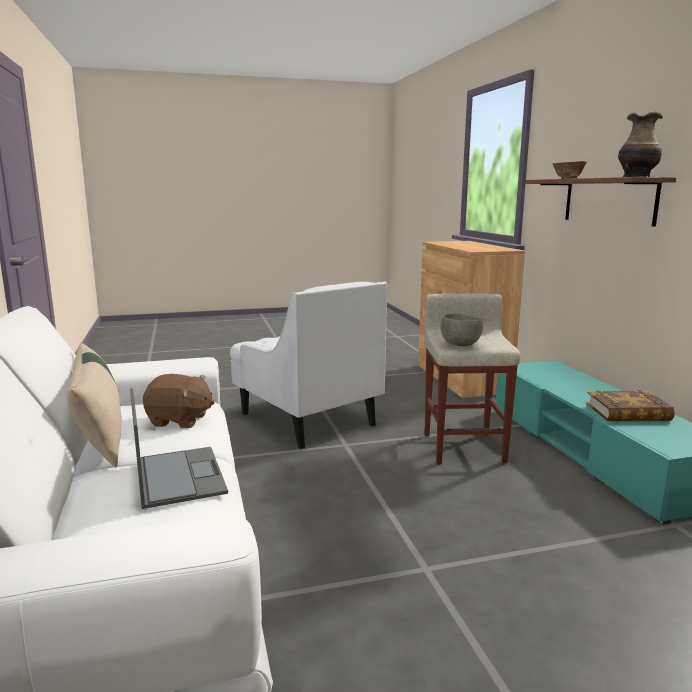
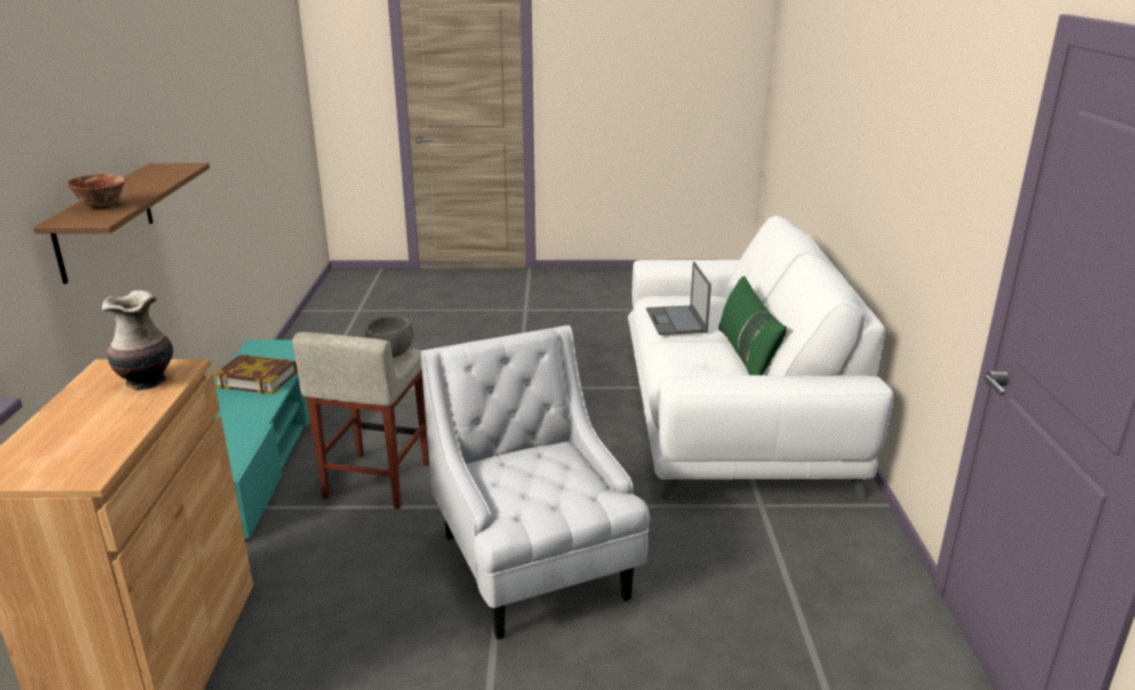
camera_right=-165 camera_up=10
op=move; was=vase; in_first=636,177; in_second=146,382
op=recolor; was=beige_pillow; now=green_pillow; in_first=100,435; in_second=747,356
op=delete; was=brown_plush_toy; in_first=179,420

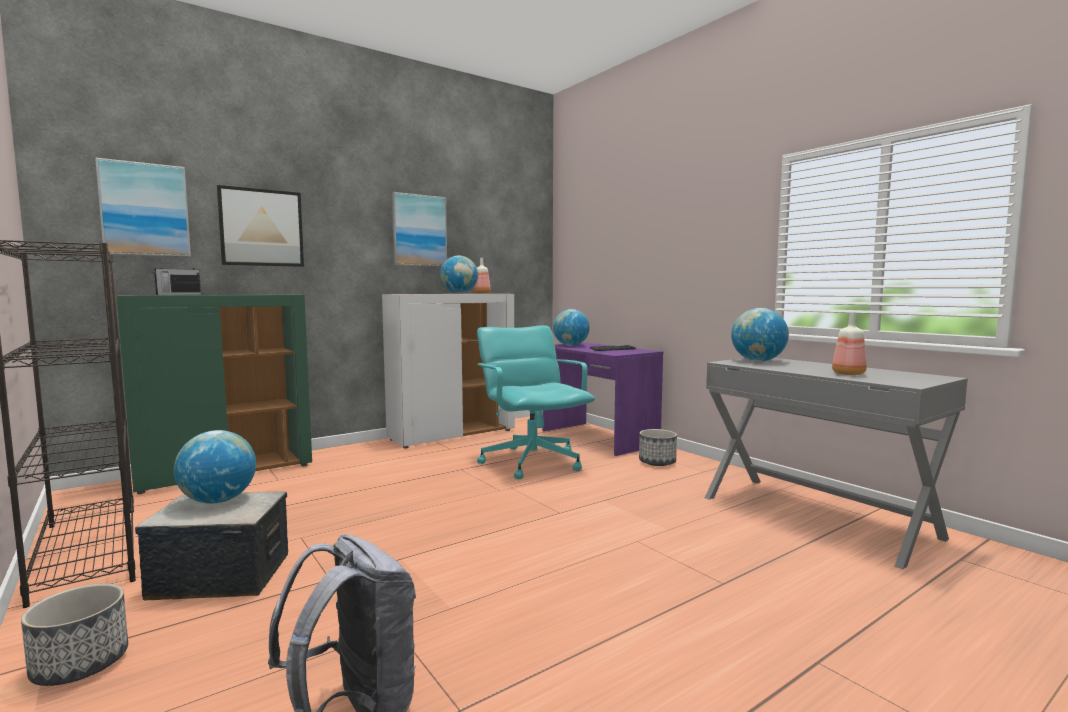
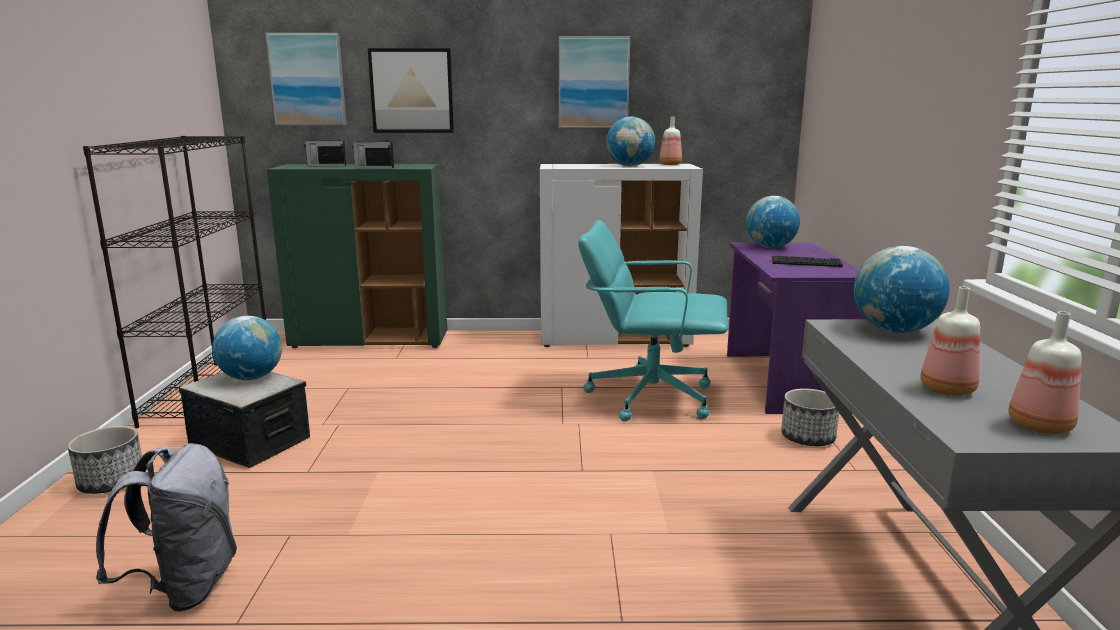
camera_right=35 camera_up=10
op=insert; now=radio; in_second=373,167
op=rotate; was=turquoise_office_chair; in_first=532,462; in_second=649,397; clockwise=-90
op=insert; now=bottle; in_second=1037,426

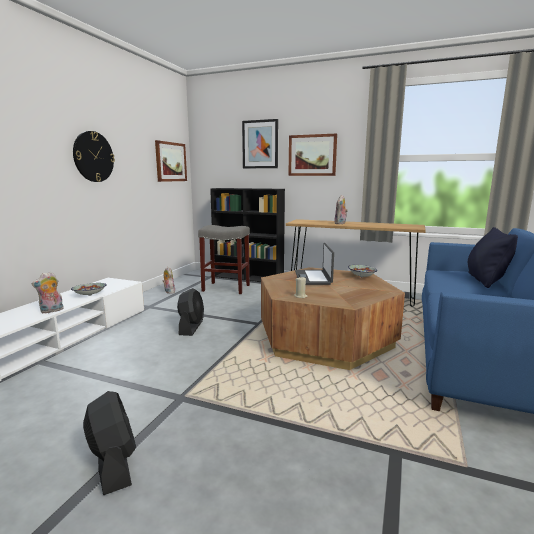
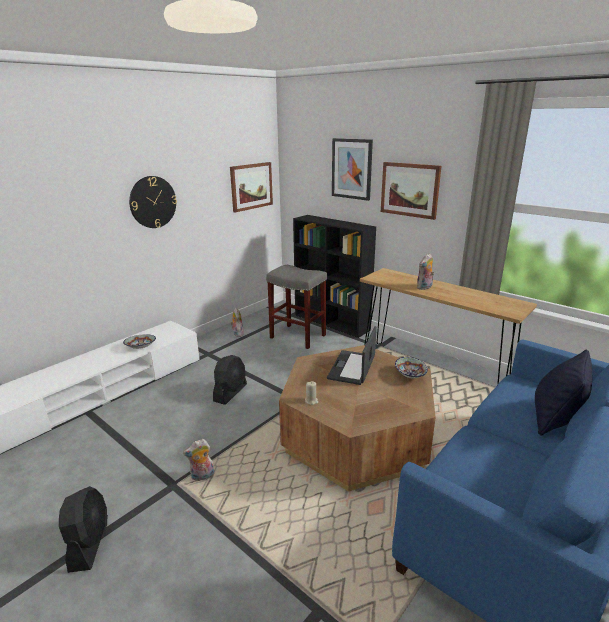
camera_right=20 camera_up=10
op=move; was=plush_toy; in_first=51,311; in_second=202,477

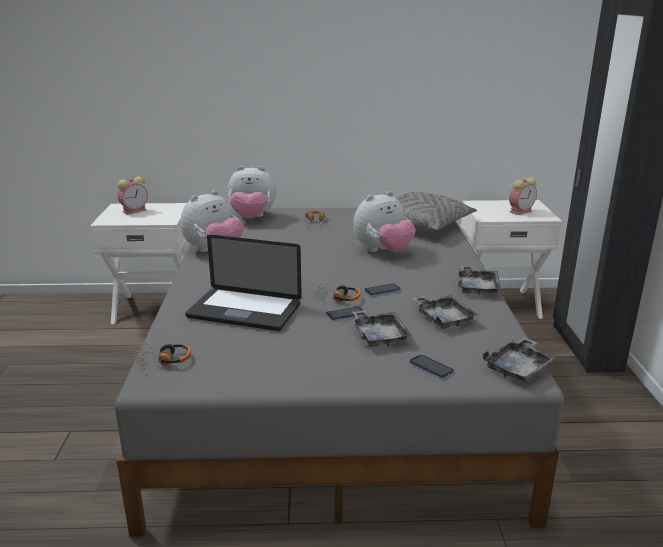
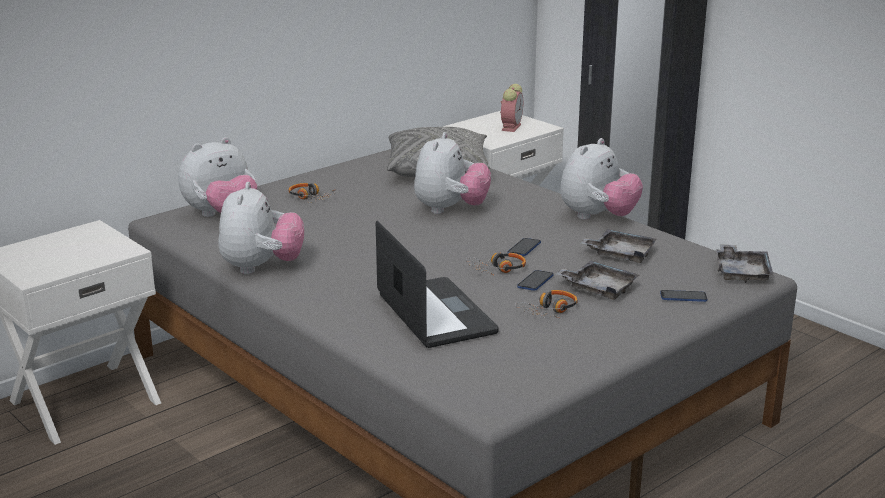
camera_right=-40 camera_up=0
op=rotate; was=laptop; in_first=244,311; in_second=435,314; clockwise=-90
op=move; was=headphones; in_first=163,360; in_second=550,311
op=replace; was=grey_tray; now=plush_toy; in_first=477,287; in_second=598,217
op=delete; was=alarm_clock; in_first=135,210

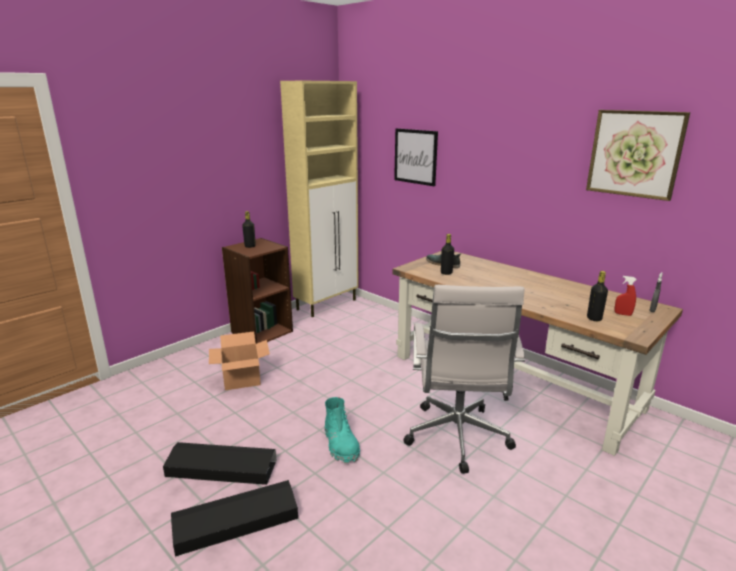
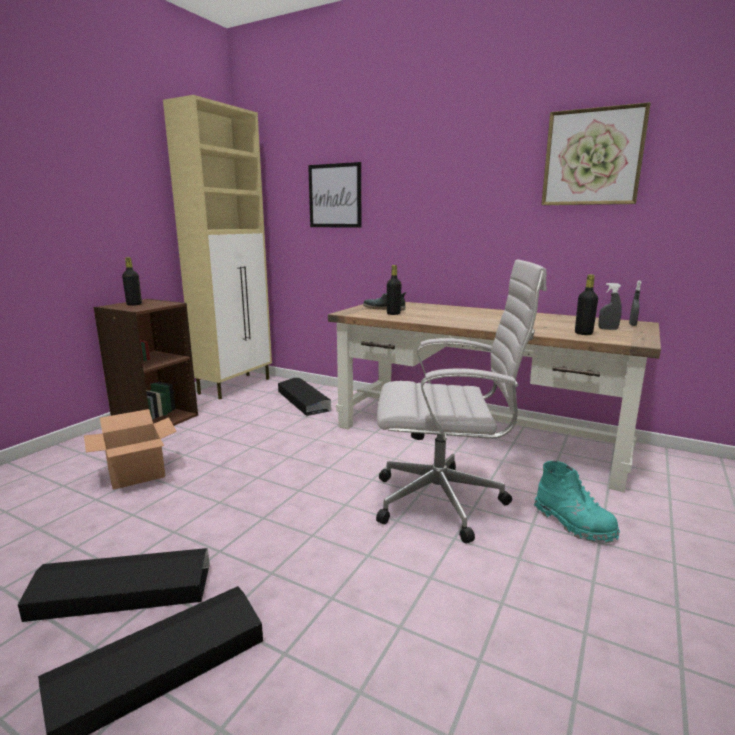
camera_right=-15 camera_up=-5
op=insert; now=black_storage_box; in_second=303,401
op=rotate; was=white_office_chair; in_first=457,439; in_second=445,502; clockwise=-75
op=move; was=turquoise_boot; in_first=341,445; in_second=573,523
op=recolor; was=red_spray_bottle; now=grey_spray_bottle; in_first=623,314; in_second=608,329

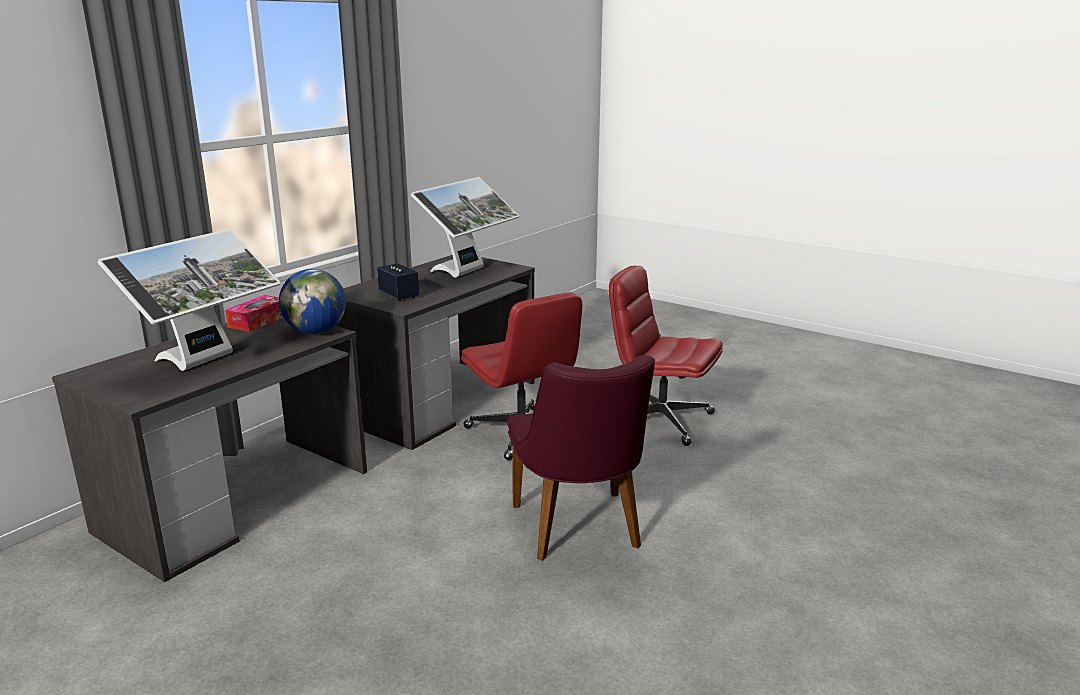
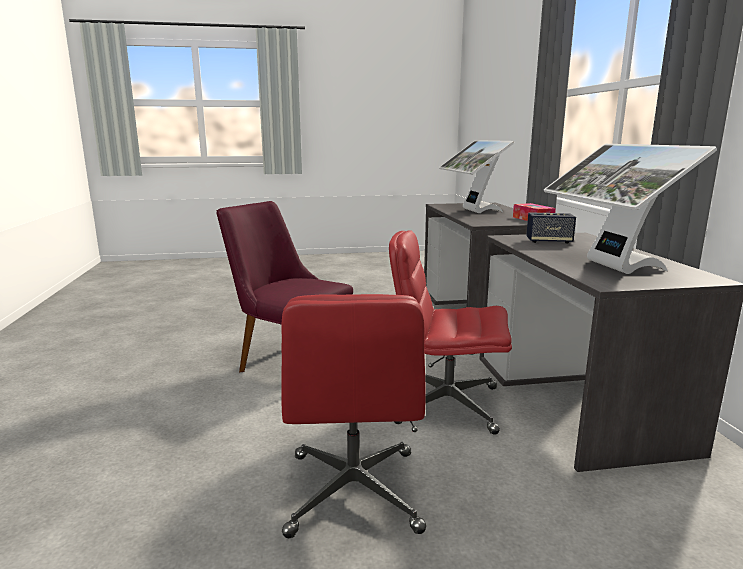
camera_right=135 camera_up=-5
op=rotate; was=red_office_chair; in_first=659,420; in_second=354,493; clockwise=105
op=delete; was=globe; in_first=316,332

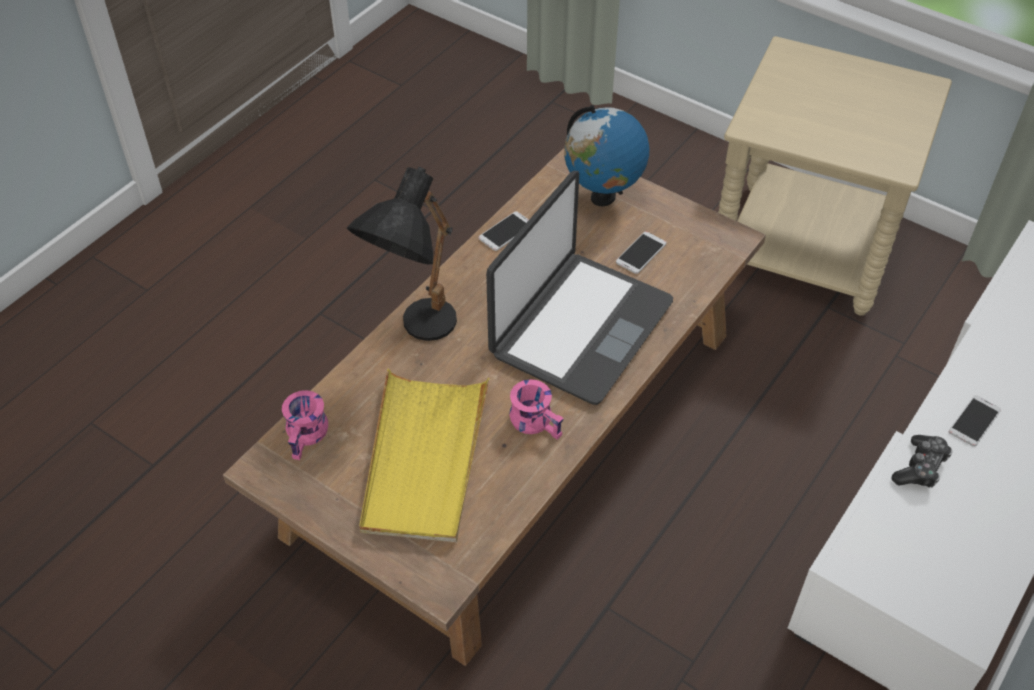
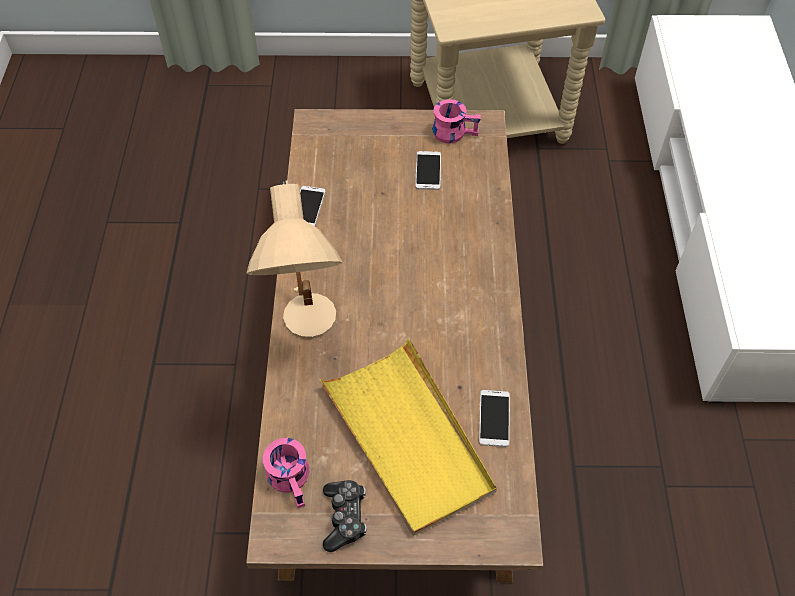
camera_right=-35 camera_up=5
op=recolor; was=black_table_lamp; now=beige_table_lamp; in_first=416,333; in_second=308,334
op=move; was=game_controller; in_first=920,468; in_second=345,517
op=move; was=pink_mug; in_first=537,420; in_second=454,131
op=move; was=phone; in_first=974,421; in_second=494,418
op=delete; was=laptop; in_first=579,328
op=delete; was=globe; in_first=602,197

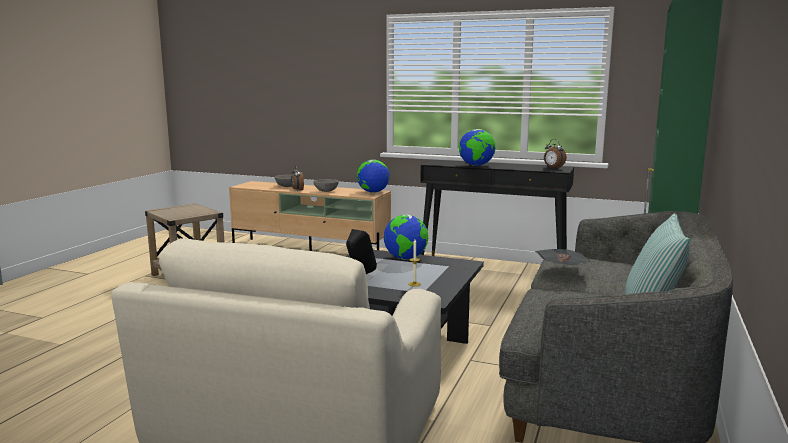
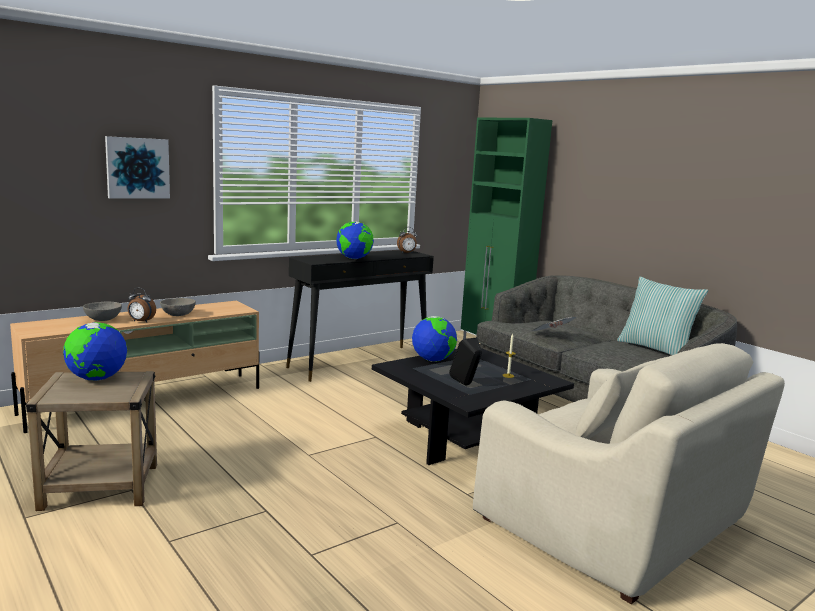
camera_right=-60 camera_up=0
op=move; was=globe; in_first=373,192; in_second=96,379
op=insert; now=picture; in_second=137,168

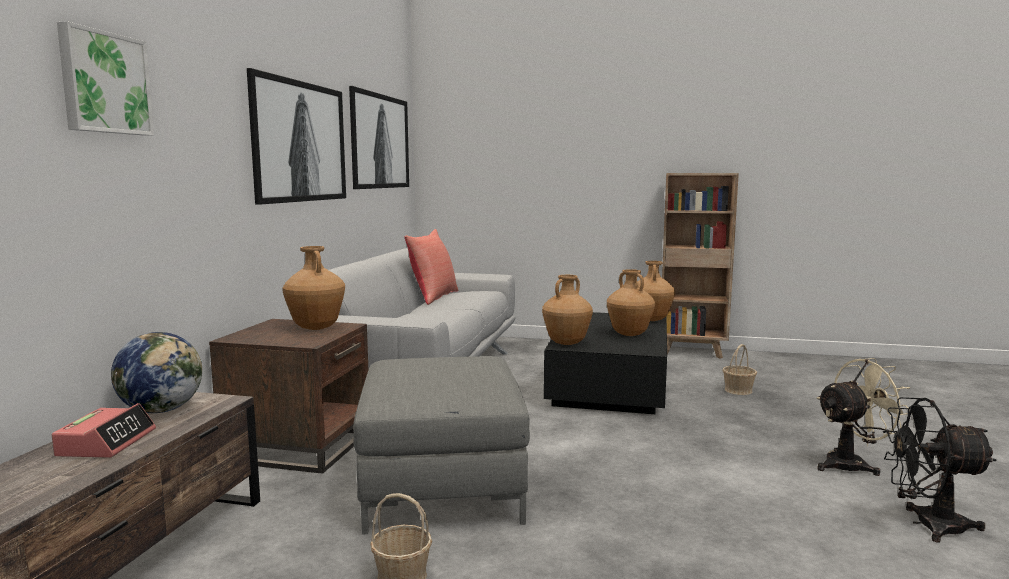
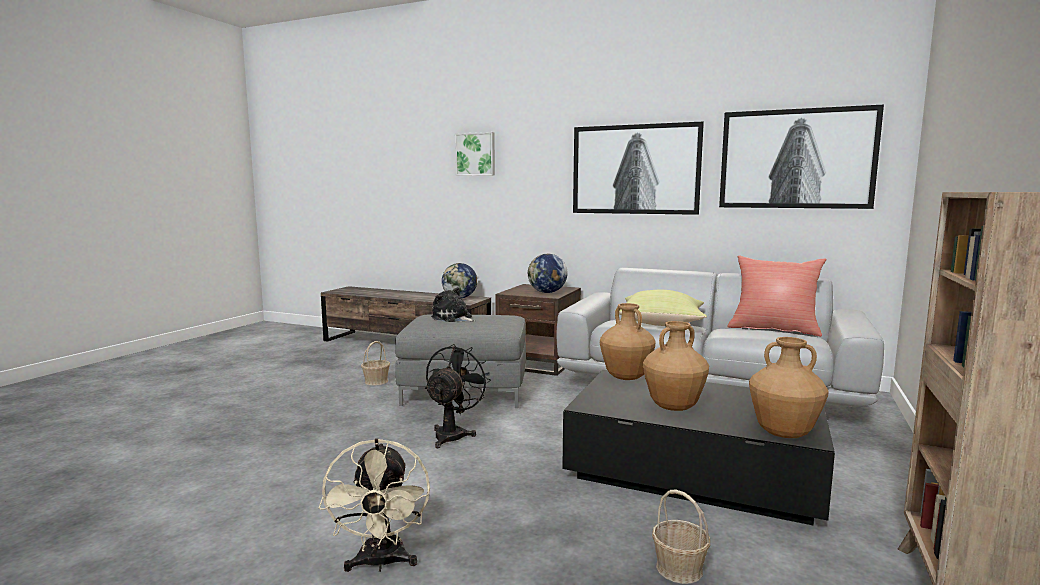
camera_right=100 camera_up=0
op=move; was=black_fan; in_first=927,524; in_second=453,434
op=insert; now=plush_toy; in_second=453,318
op=replace; was=brown_vase; now=globe; in_first=316,328; in_second=547,292
op=insert; now=yellow_pillow; in_second=662,324
op=delete; was=alarm_clock; in_first=107,443

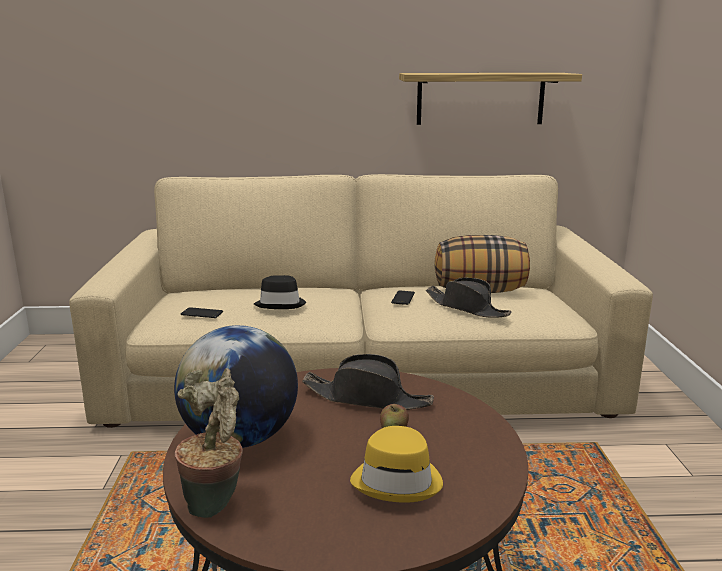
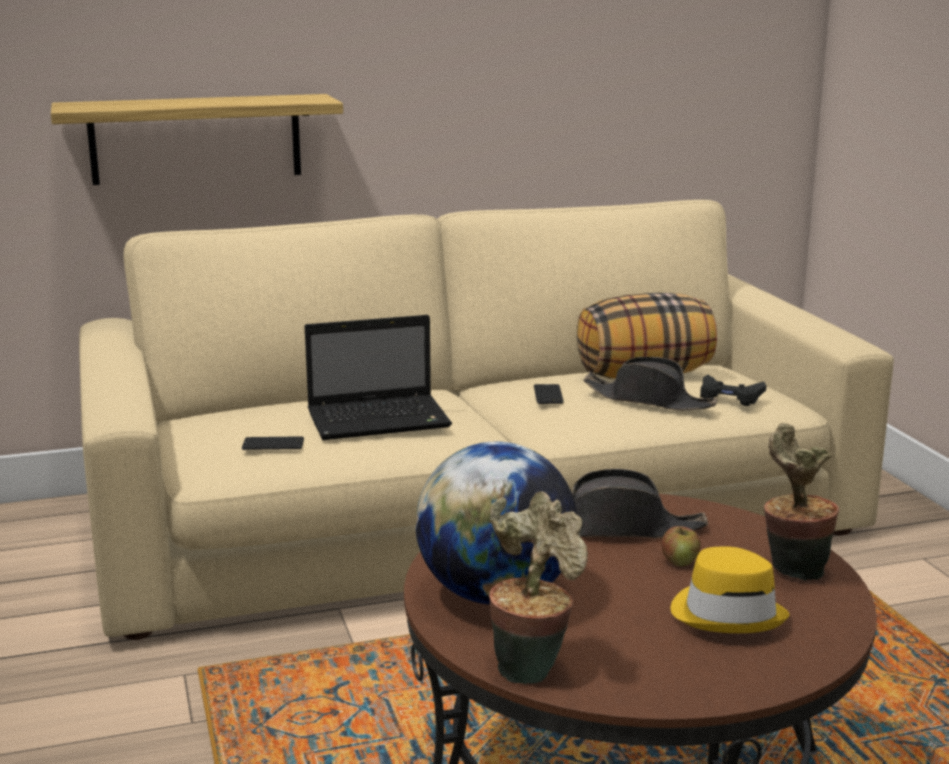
camera_right=-15 camera_up=0
op=move; was=shelf; in_first=480,98; in_second=196,139
op=replace; was=black_hat; now=laptop; in_first=281,304; in_second=381,420
op=insert; now=black_game_controller; in_second=730,396
op=insert; now=potted_plant; in_second=791,570

